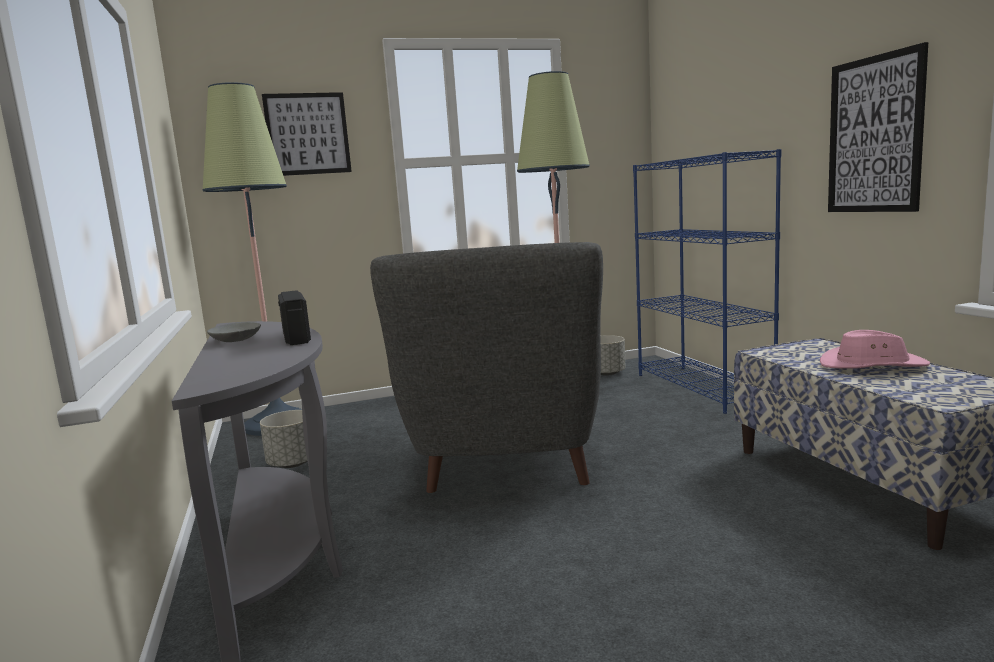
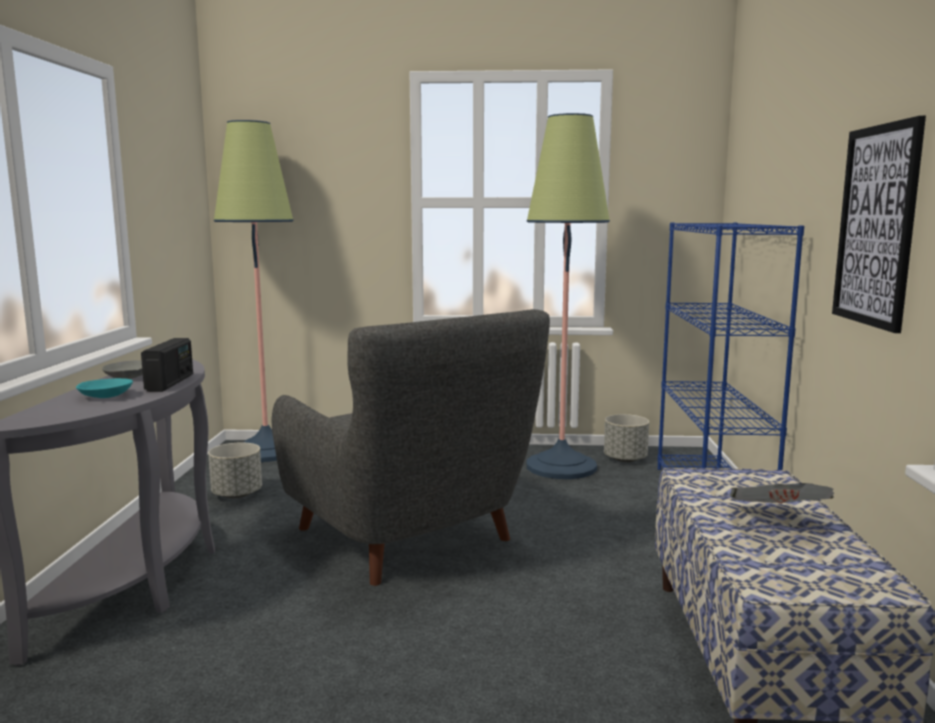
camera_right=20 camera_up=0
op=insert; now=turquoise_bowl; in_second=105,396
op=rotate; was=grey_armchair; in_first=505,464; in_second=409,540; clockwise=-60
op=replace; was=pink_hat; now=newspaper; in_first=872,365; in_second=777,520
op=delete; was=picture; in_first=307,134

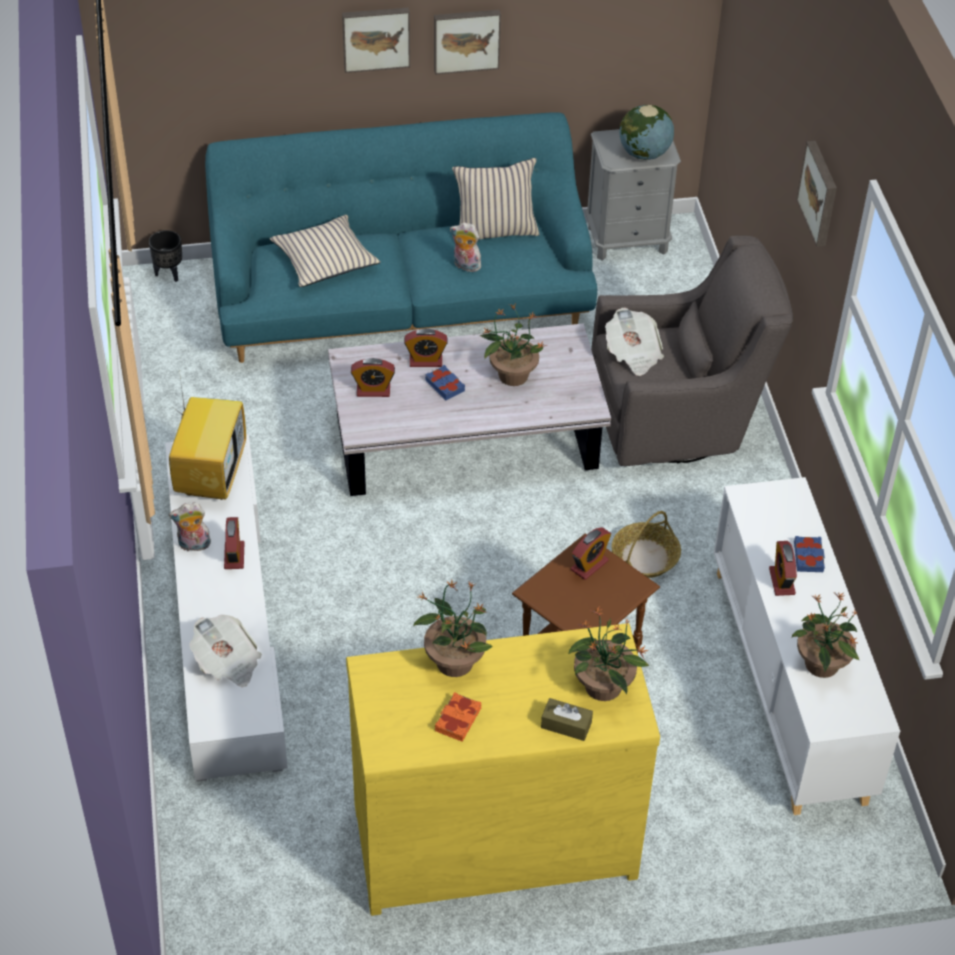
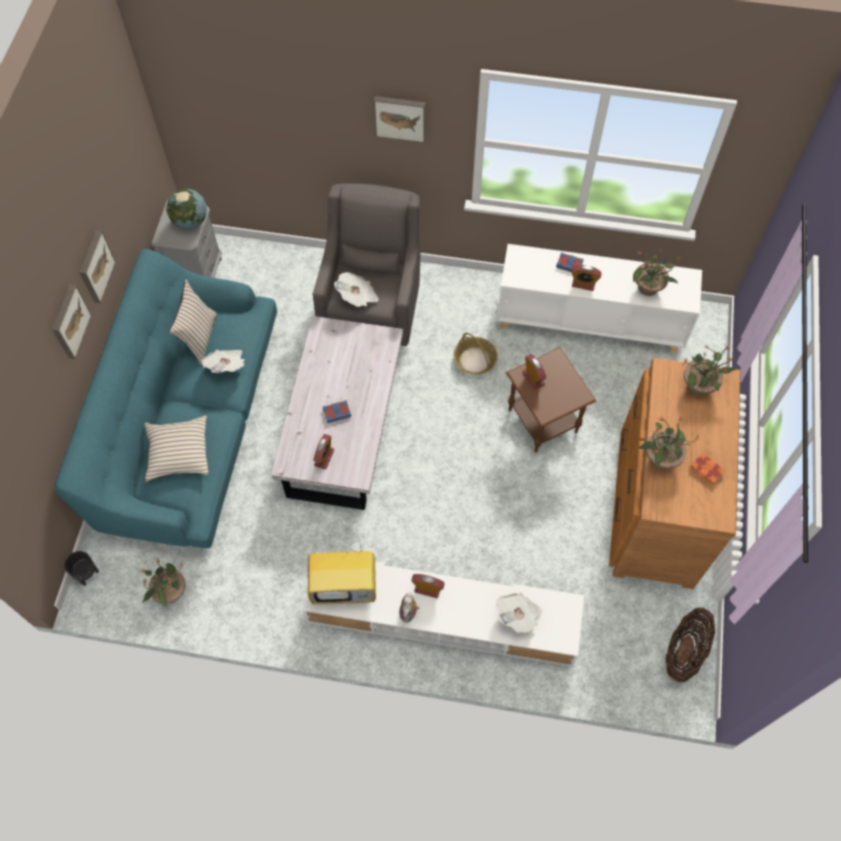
camera_right=-70 camera_up=15
op=move; was=potted_plant; in_first=512,375; in_second=170,592
op=replace; was=plush_toy; now=newspaper; in_first=465,266; in_second=227,366
op=rotate; was=television; in_first=210,473; in_second=345,586; clockwise=150
op=recolor; was=yellow_dresser; now=brown_dresser; in_first=492,836; in_second=654,507
op=insert; now=basket; in_second=684,651
op=delete; was=alarm_clock; in_first=425,361
op=delete; was=brown_tissue_box; in_first=566,725

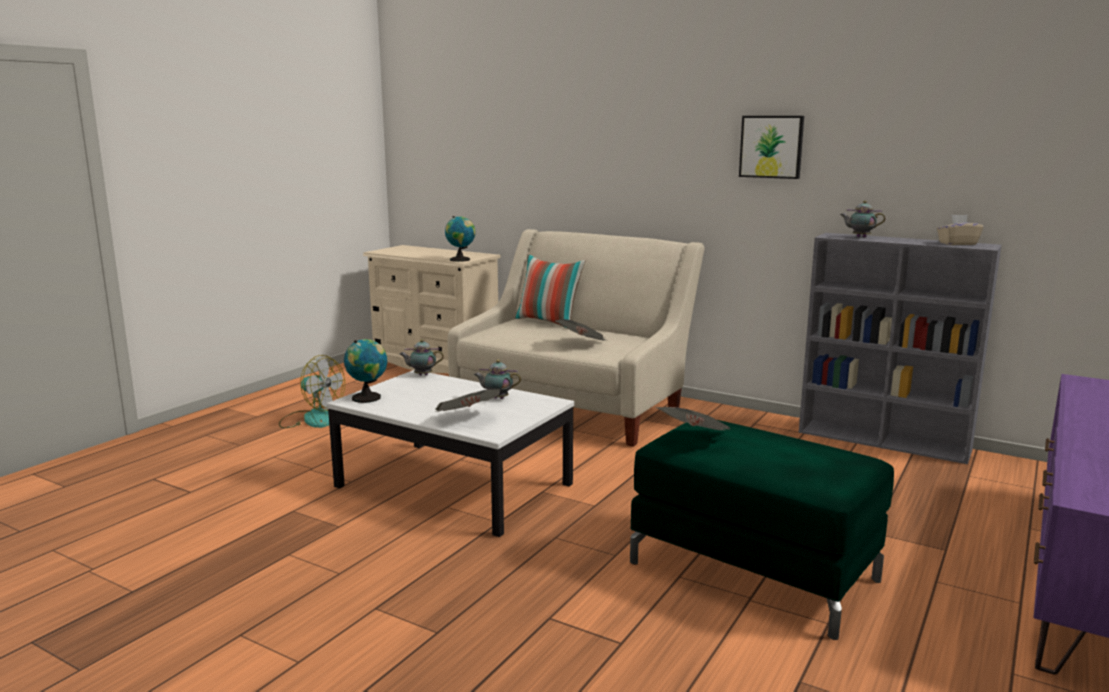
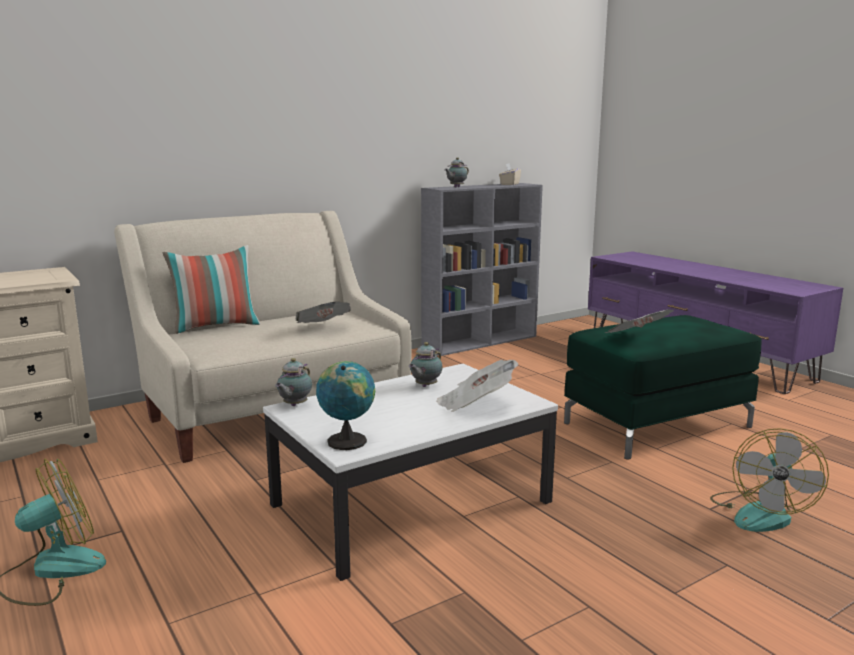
camera_right=-65 camera_up=0
op=insert; now=fan; in_second=760,513
op=delete; was=globe; in_first=461,259
op=delete; was=picture; in_first=771,146

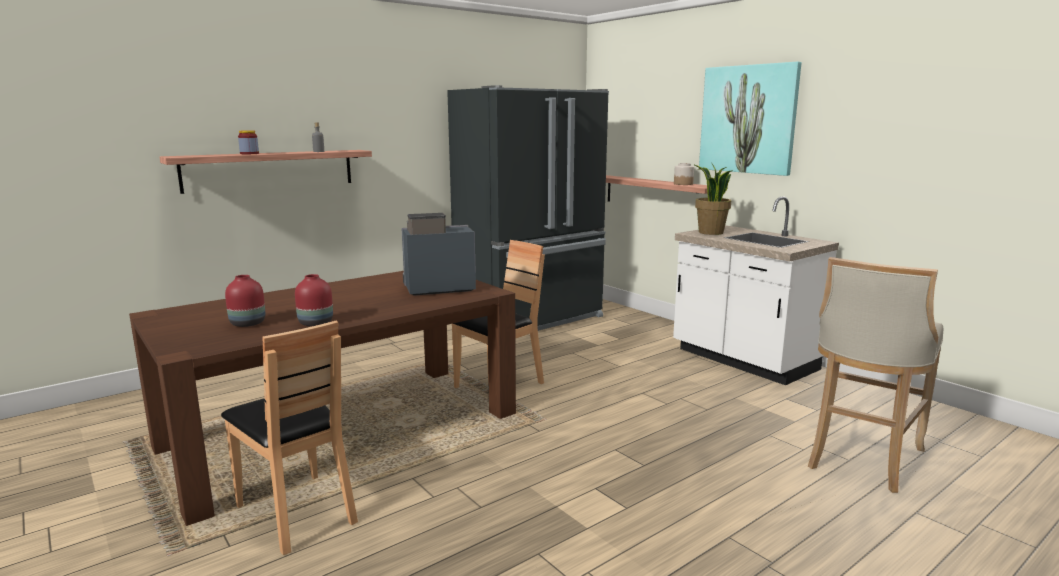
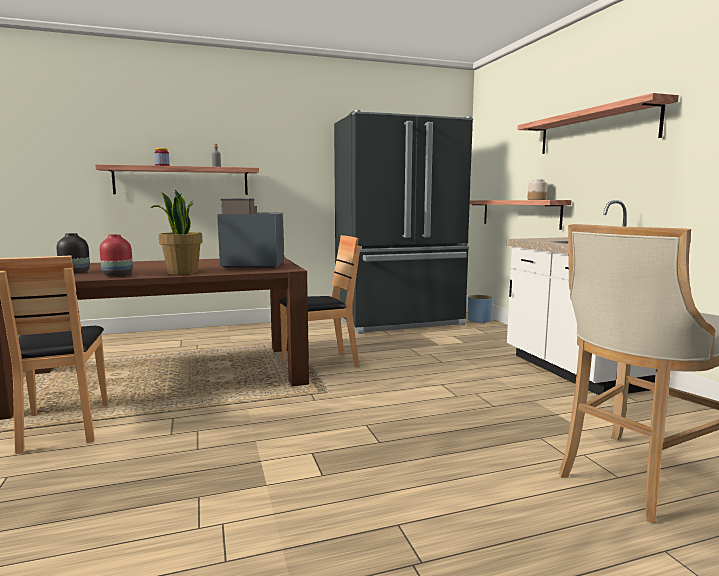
camera_right=20 camera_up=-5
op=recolor; was=red_vase; now=black_vase; in_first=248,323; in_second=75,272
op=move; was=potted_plant; in_first=710,232; in_second=182,273
op=insert; now=blue_planter; in_second=479,321
op=replace; was=picture; now=shelf; in_first=748,119; in_second=595,130

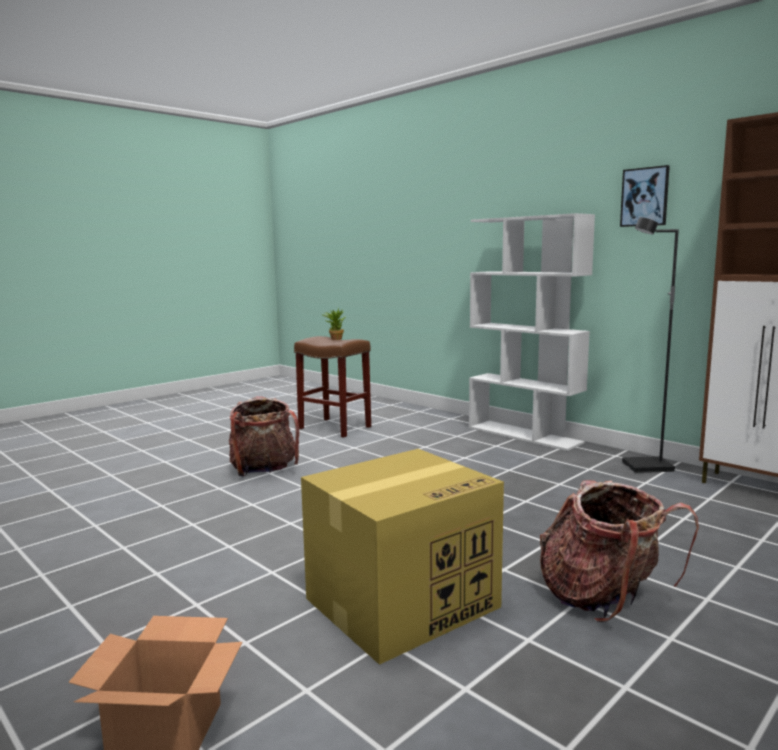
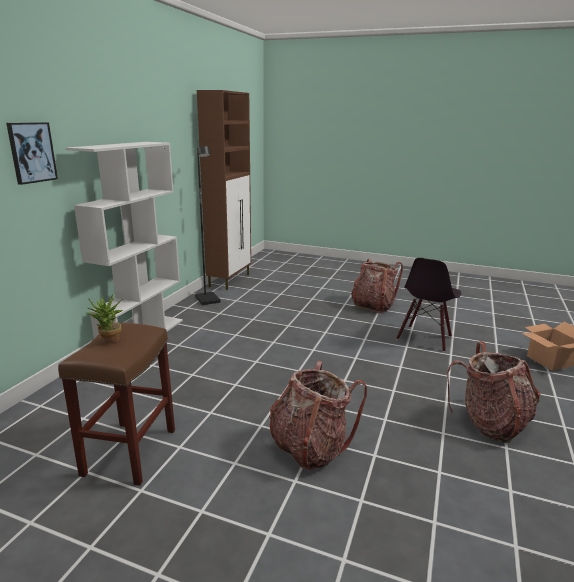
camera_right=-115 camera_up=10
op=move; was=picture; in_first=645,197; in_second=32,152
op=replace; was=cardboard_box; now=black_chair; in_first=403,601; in_second=424,338
op=insert; now=backpack; in_second=490,423

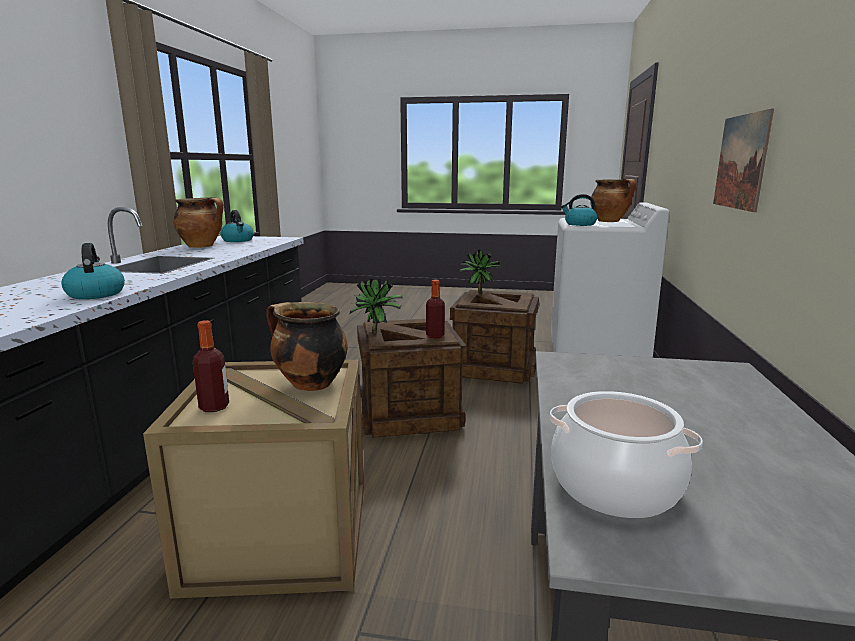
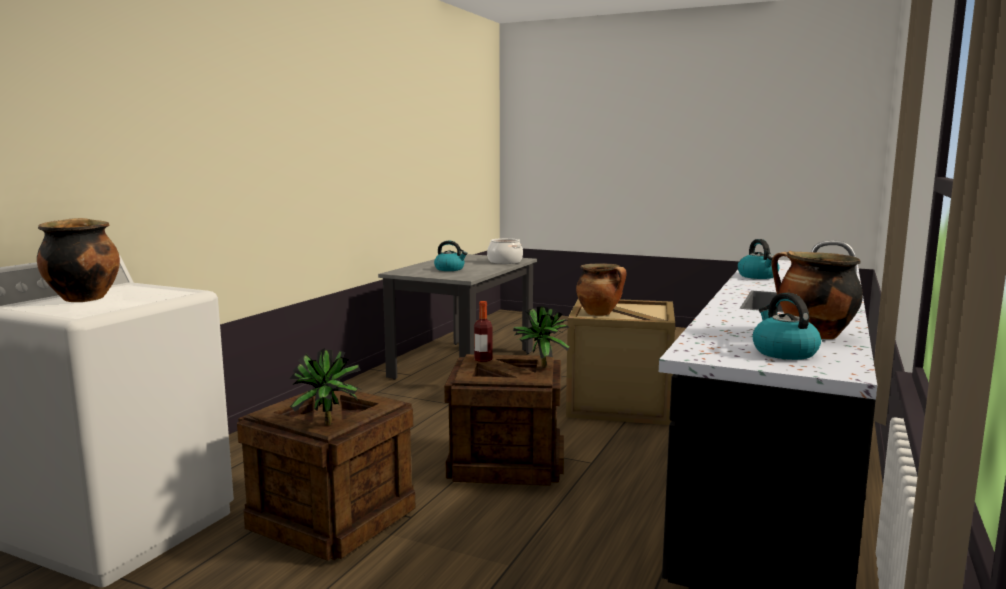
camera_right=-165 camera_up=-5
op=move; was=kettle; in_first=579,224; in_second=450,269
op=delete; was=bottle; in_first=214,407
op=delete; was=picture; in_first=741,162

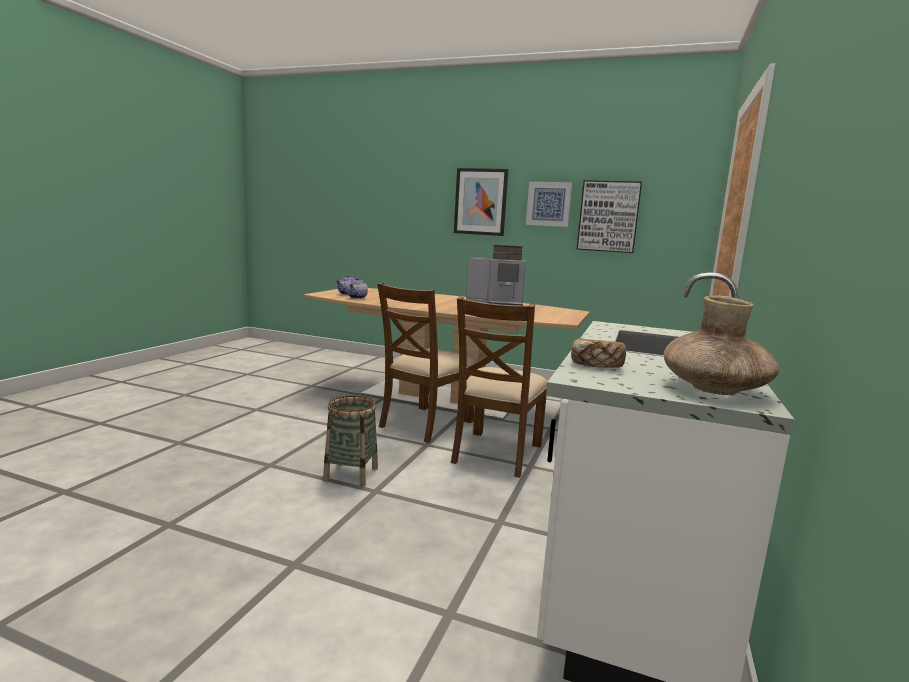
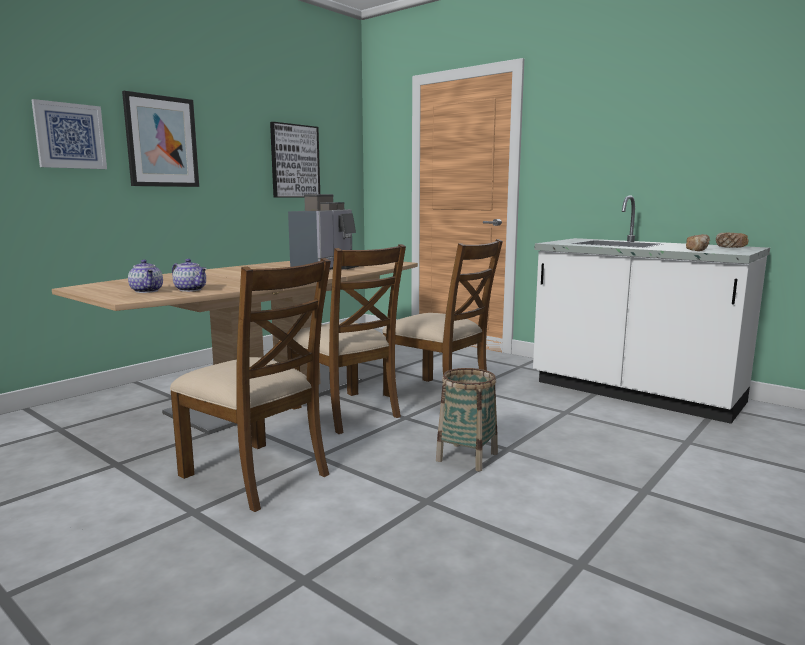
camera_right=-70 camera_up=0
op=move; was=picture; in_first=548,204; in_second=70,136
op=insert; now=brown_chair; in_second=256,475
op=replace; was=brown_vase; now=bread; in_first=714,389; in_second=730,247

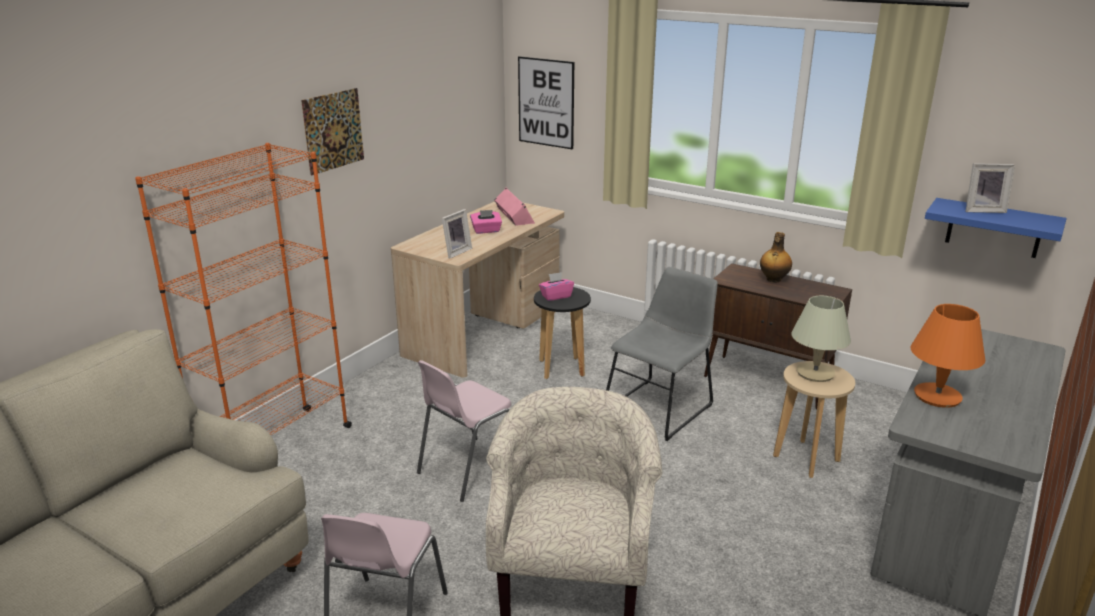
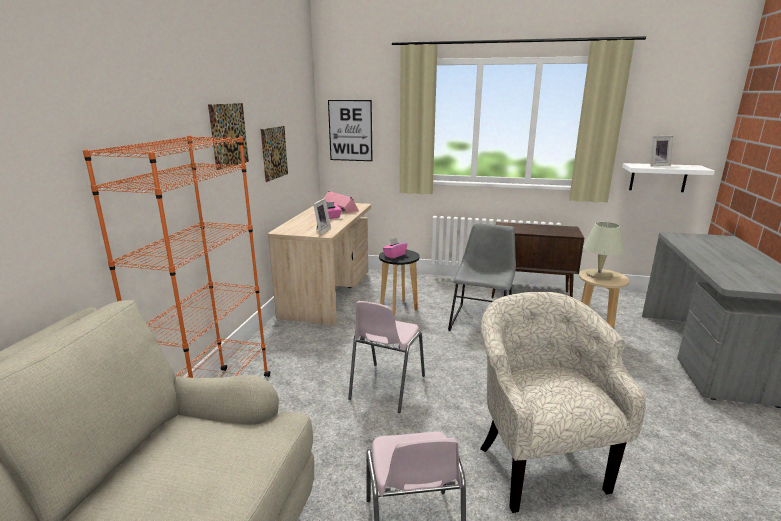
camera_right=-20 camera_up=-5
op=insert; now=picture; in_second=274,153
op=recolor; was=blue_shelf; now=white_shelf; in_first=994,228; in_second=658,177
op=delete; was=bottle; in_first=773,280
op=delete; was=orange_table_lamp; in_first=937,396

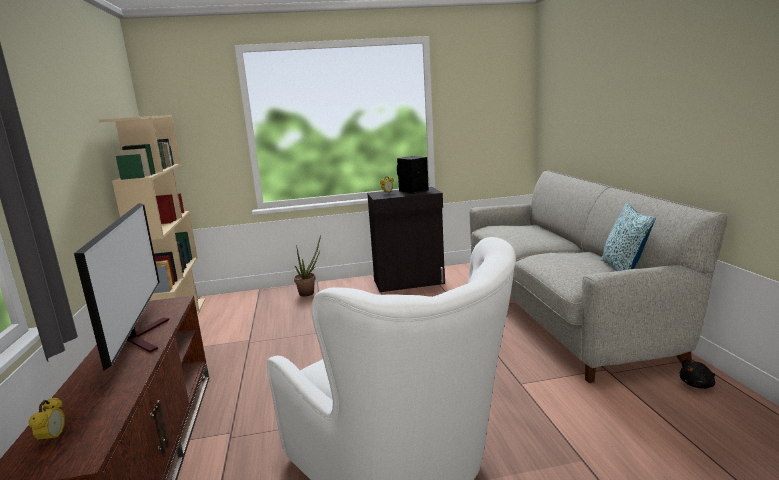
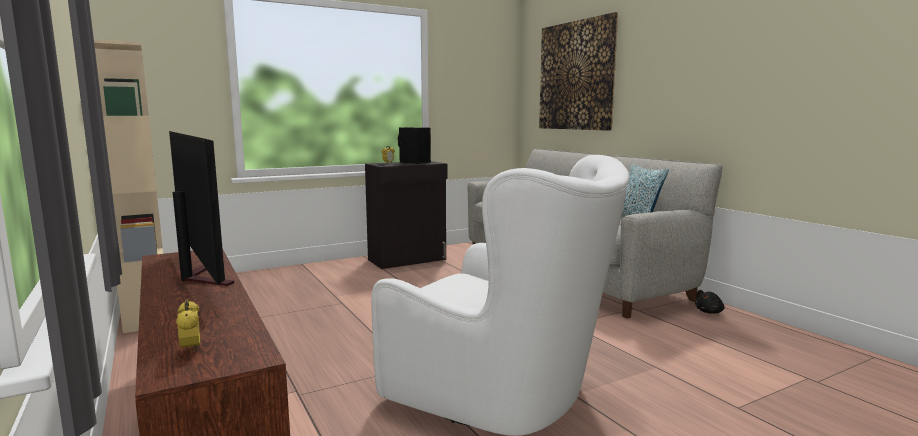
camera_right=-20 camera_up=-5
op=insert; now=picture; in_second=576,76
op=delete; was=potted_plant; in_first=309,292

